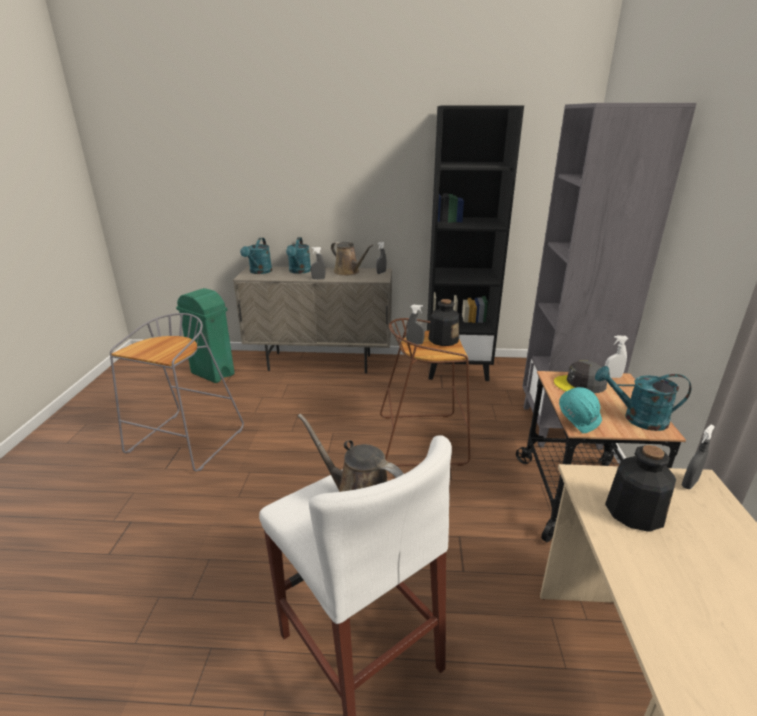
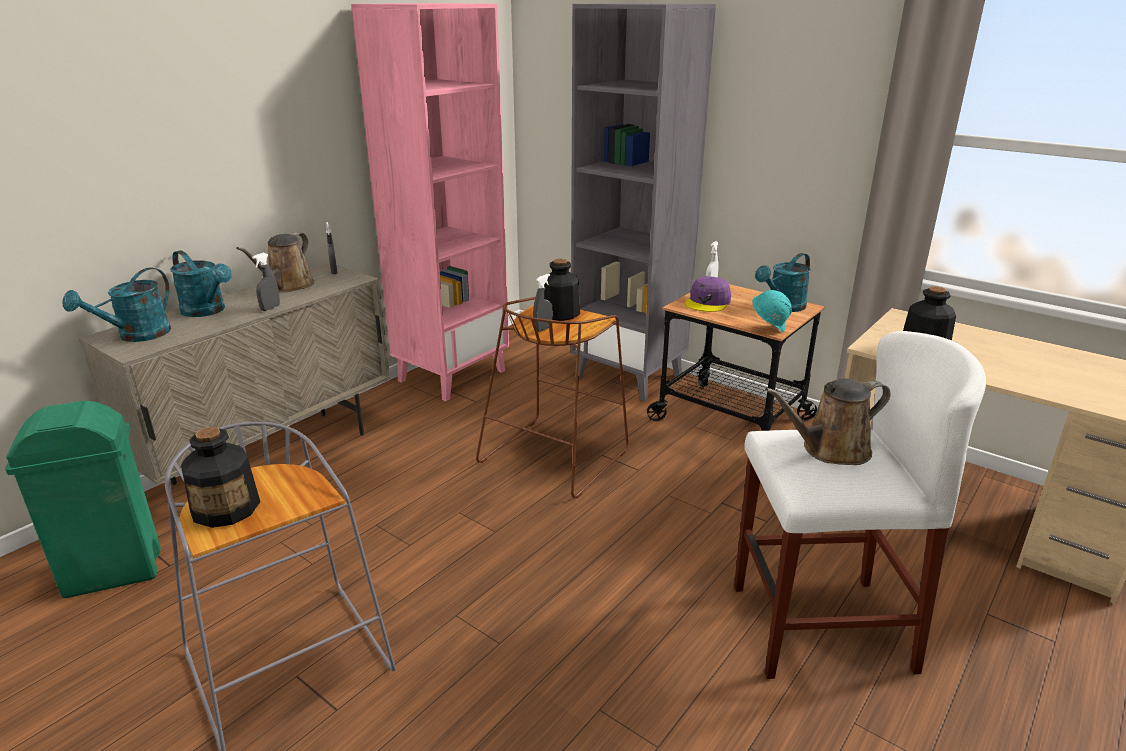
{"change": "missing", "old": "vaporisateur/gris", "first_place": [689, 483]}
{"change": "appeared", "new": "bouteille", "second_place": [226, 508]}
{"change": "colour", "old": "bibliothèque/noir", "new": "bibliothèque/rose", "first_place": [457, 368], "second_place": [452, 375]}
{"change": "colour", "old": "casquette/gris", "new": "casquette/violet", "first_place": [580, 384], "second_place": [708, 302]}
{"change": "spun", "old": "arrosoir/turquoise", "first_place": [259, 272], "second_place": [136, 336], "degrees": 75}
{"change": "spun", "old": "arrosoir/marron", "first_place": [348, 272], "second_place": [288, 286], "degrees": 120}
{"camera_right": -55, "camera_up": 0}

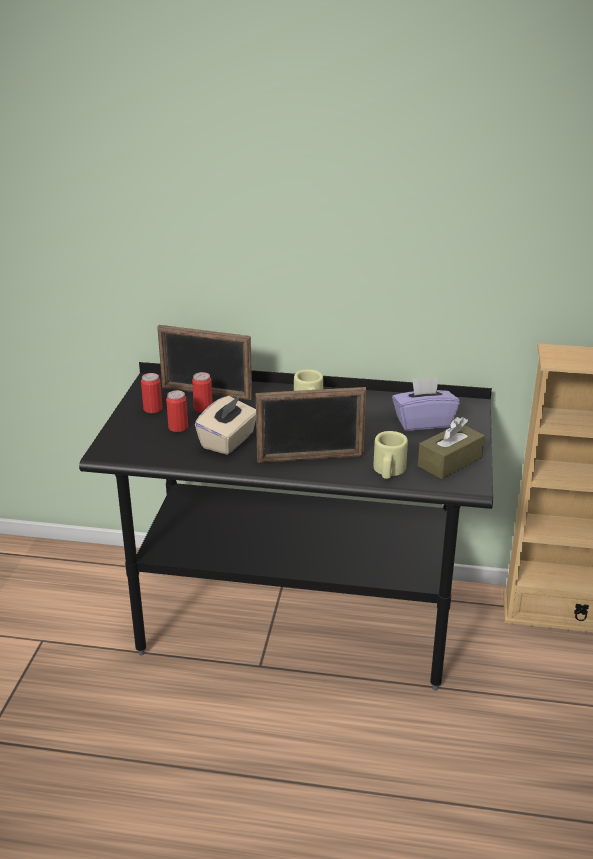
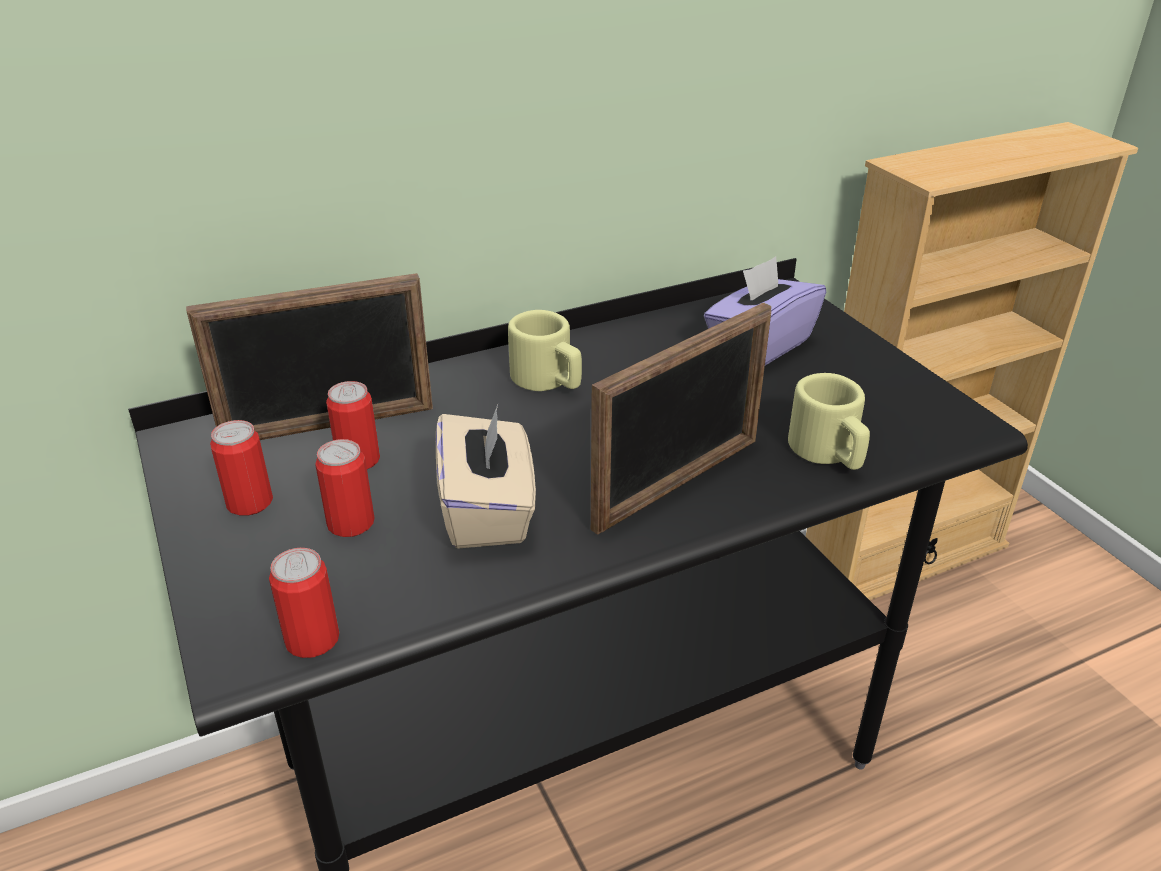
{"change": "missing", "old": "boîte à mouchoirs/marron", "first_place": [450, 462]}
{"change": "appeared", "new": "boîte métallique", "second_place": [312, 640]}
{"camera_right": -35, "camera_up": 5}

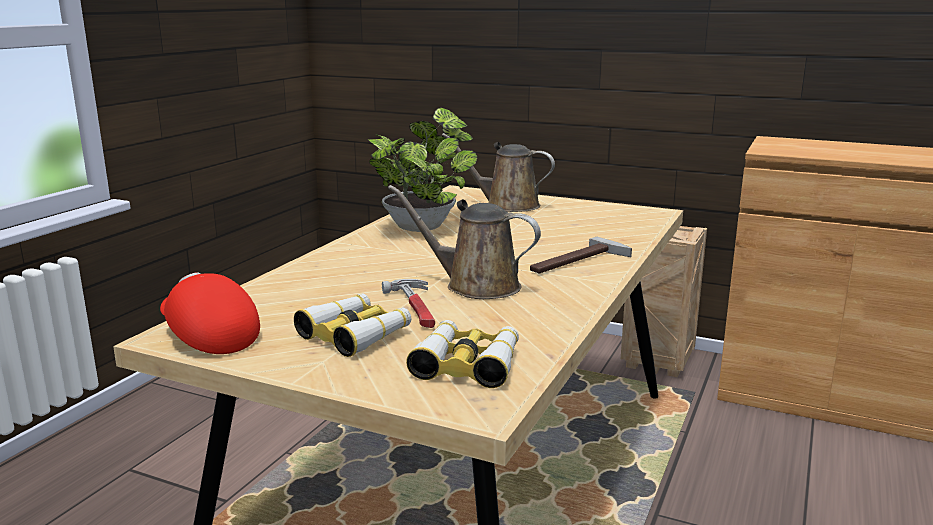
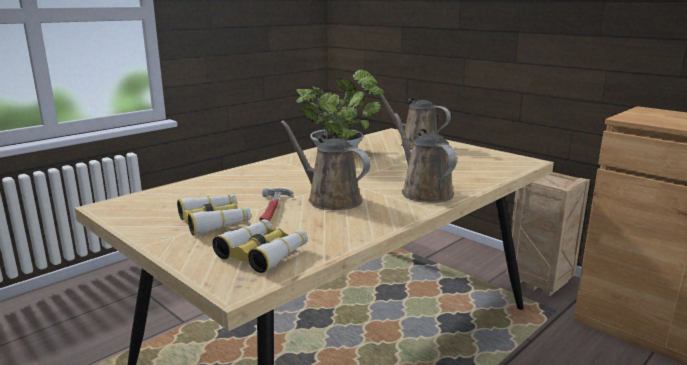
{"change": "missing", "old": "casquette/rouge", "first_place": [208, 336]}
{"change": "exchanged", "old": "marteau", "new": "arrosoir/marron", "first_place": [578, 262], "second_place": [424, 192]}
{"camera_right": 20, "camera_up": 0}

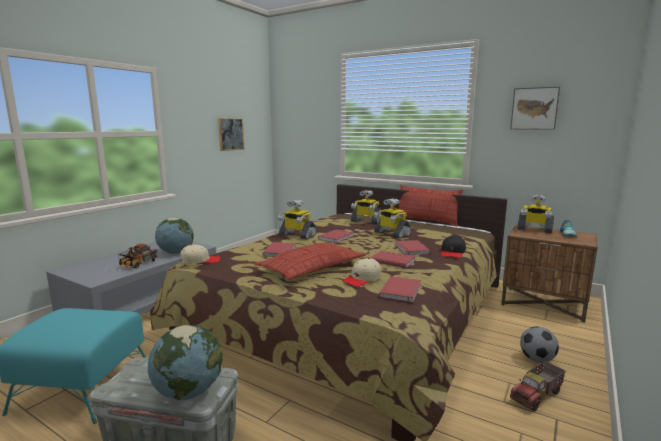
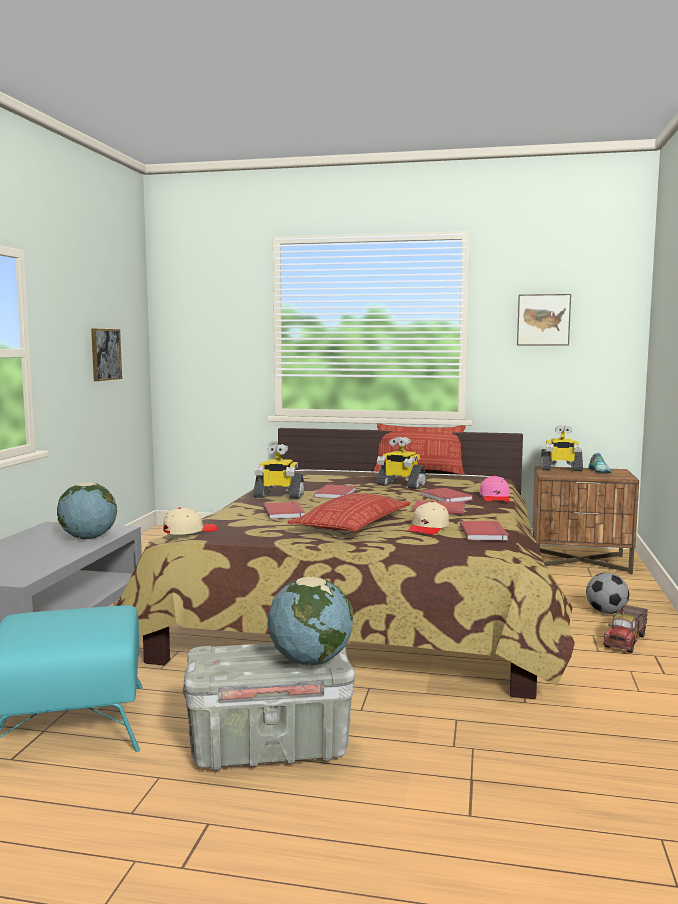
{"change": "missing", "old": "camion jouet", "first_place": [137, 264]}
{"change": "missing", "old": "robot jouet", "first_place": [366, 221]}
{"change": "colour", "old": "casquette/noir", "new": "casquette/rose", "first_place": [452, 252], "second_place": [495, 497]}
{"camera_right": -20, "camera_up": -5}

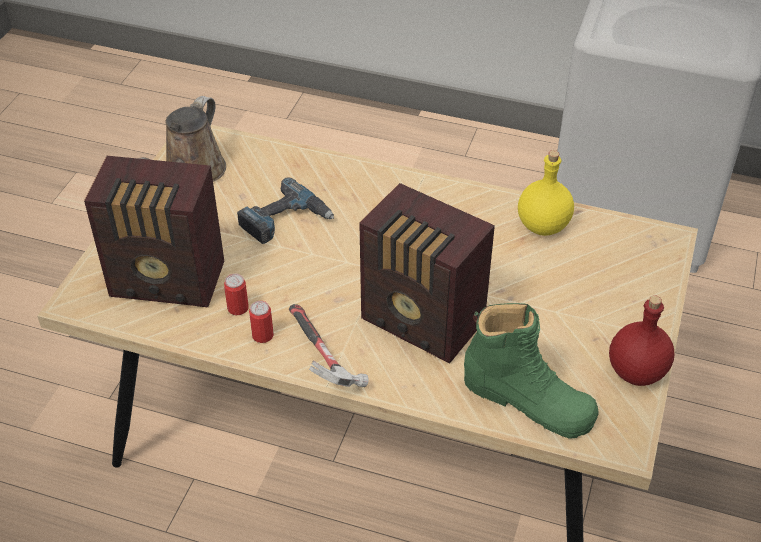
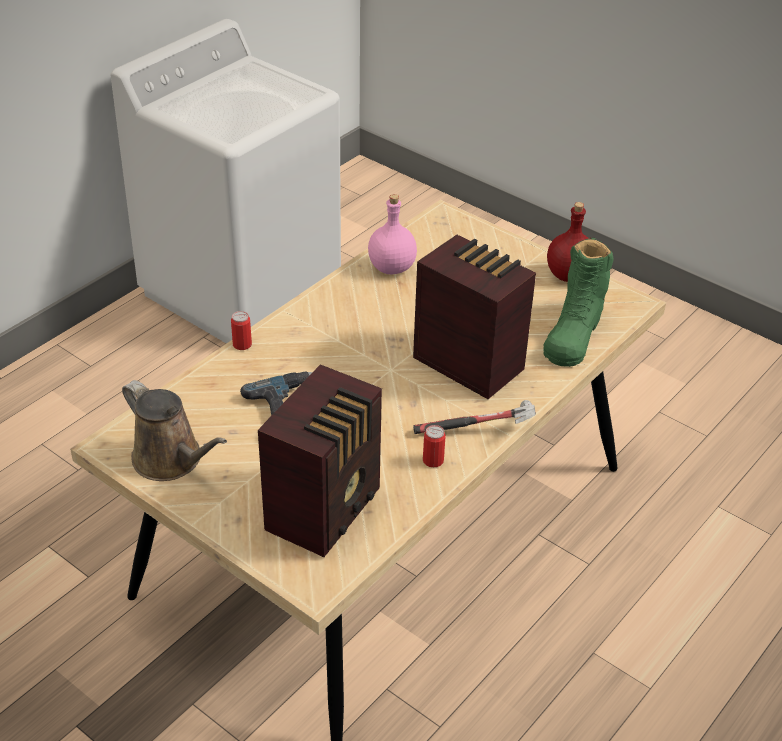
{"change": "relocated", "old": "boîte métallique", "first_place": [238, 308], "second_place": [242, 344]}
{"change": "colour", "old": "bouteille/jaune", "new": "bouteille/rose", "first_place": [543, 226], "second_place": [392, 268]}
{"change": "spun", "old": "radio", "first_place": [423, 323], "second_place": [468, 362], "degrees": -105}
{"change": "spun", "old": "botte/vert", "first_place": [528, 400], "second_place": [574, 333], "degrees": 150}
{"camera_right": -70, "camera_up": -5}

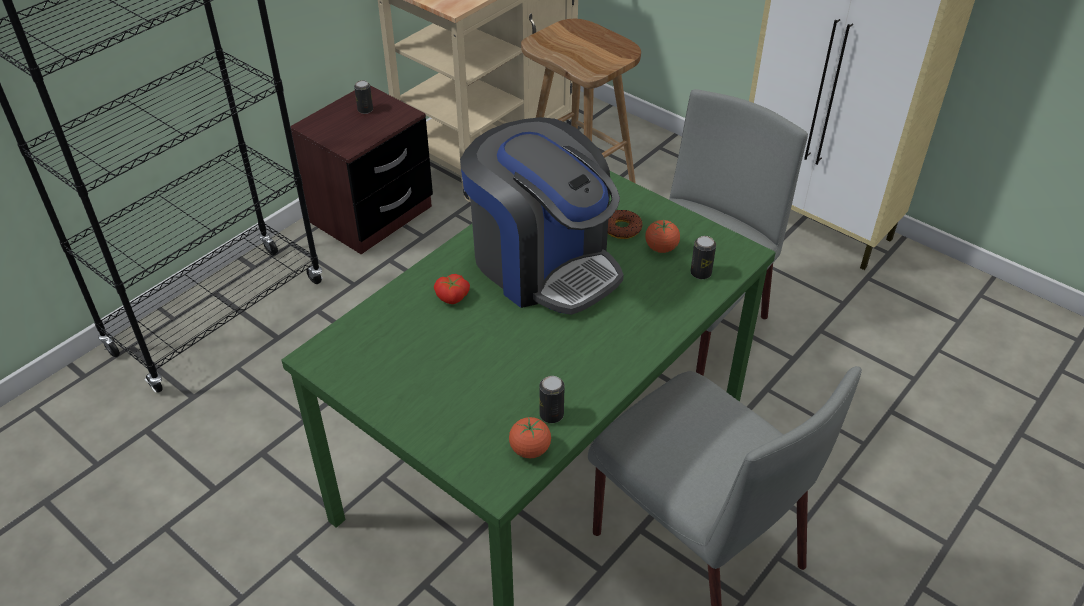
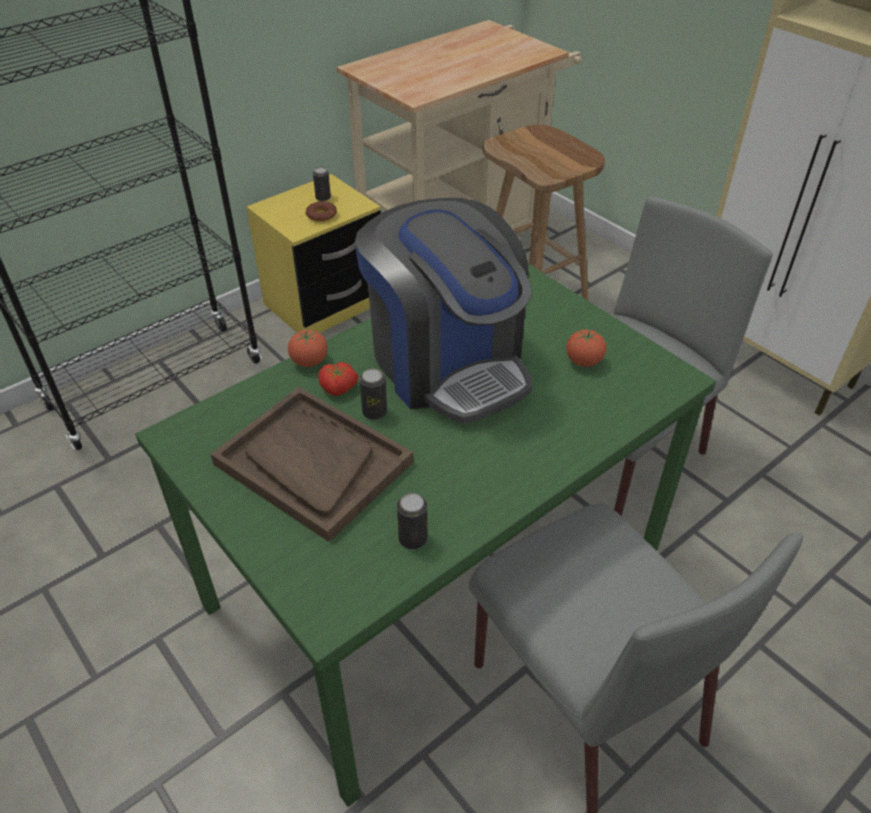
{"change": "appeared", "new": "plateau/marron", "second_place": [312, 463]}
{"change": "relocated", "old": "tomate", "first_place": [530, 449], "second_place": [309, 362]}
{"change": "relocated", "old": "beignet", "first_place": [621, 228], "second_place": [321, 215]}
{"change": "relocated", "old": "boîte métallique", "first_place": [700, 273], "second_place": [374, 412]}
{"change": "colour", "old": "table de chevet/marron", "new": "table de chevet/jaune", "first_place": [371, 215], "second_place": [324, 303]}
{"camera_right": 10, "camera_up": 0}

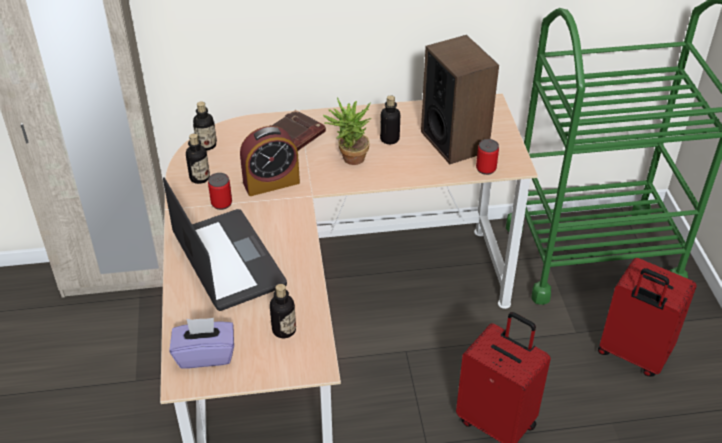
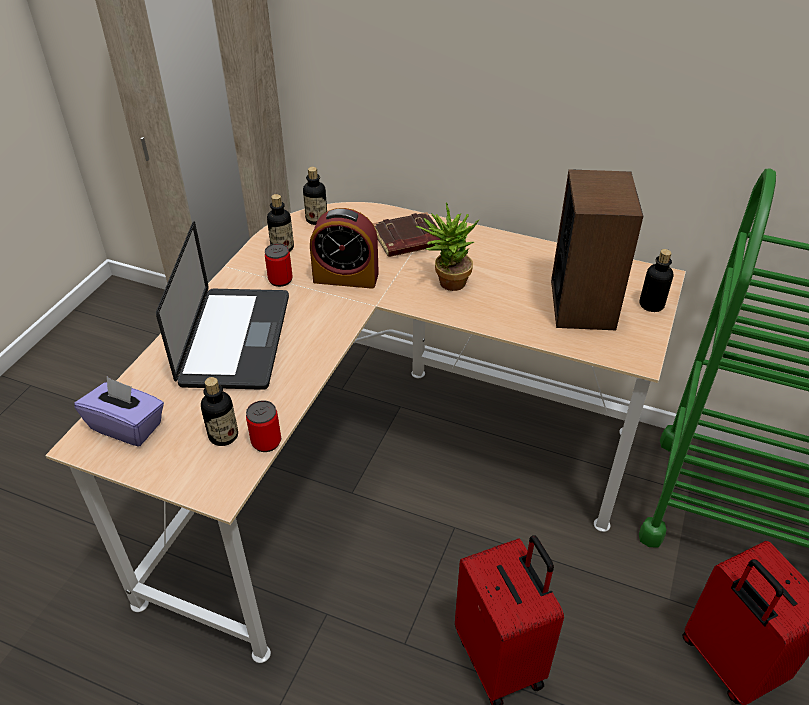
{"change": "relocated", "old": "bouteille", "first_place": [389, 139], "second_place": [651, 305]}
{"change": "relocated", "old": "boîte métallique", "first_place": [486, 168], "second_place": [266, 442]}
{"camera_right": 30, "camera_up": 0}

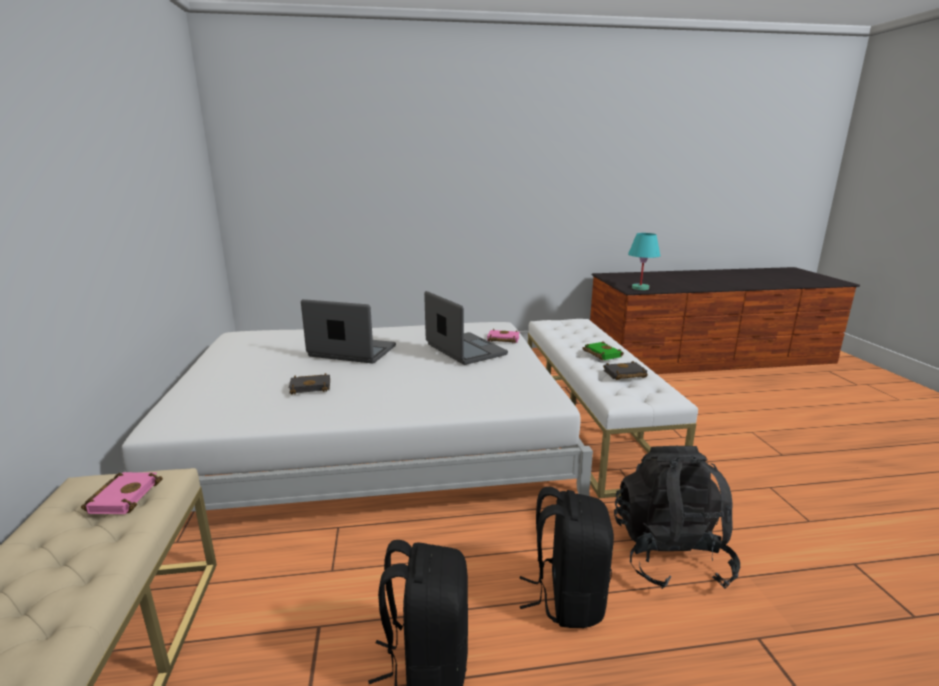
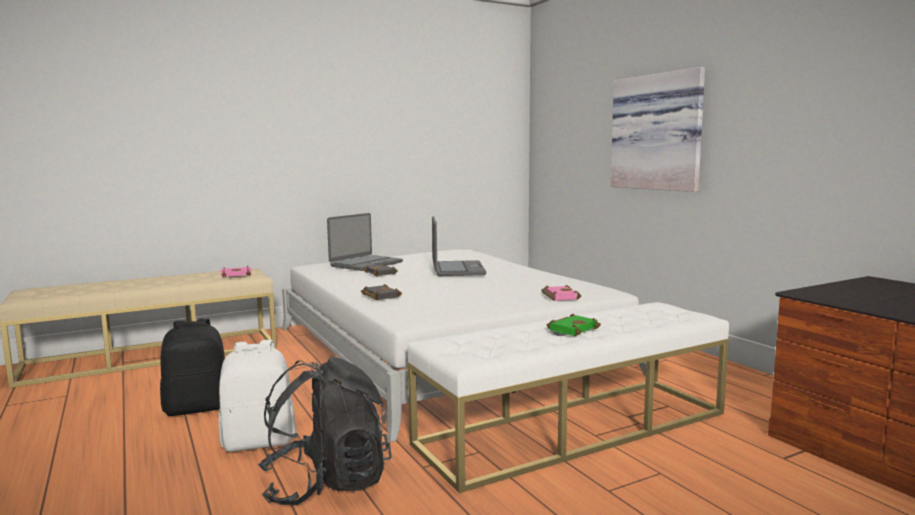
{"change": "missing", "old": "lampe de table/turquoise", "first_place": [640, 288]}
{"change": "appeared", "new": "tableau", "second_place": [658, 132]}
{"change": "relocated", "old": "ordinateur portable", "first_place": [465, 350], "second_place": [365, 264]}
{"change": "relocated", "old": "livre/noir", "first_place": [624, 374], "second_place": [379, 296]}
{"change": "colour", "old": "sac à dos/noir", "new": "sac à dos/blanc", "first_place": [567, 598], "second_place": [259, 442]}
{"camera_right": 70, "camera_up": -10}

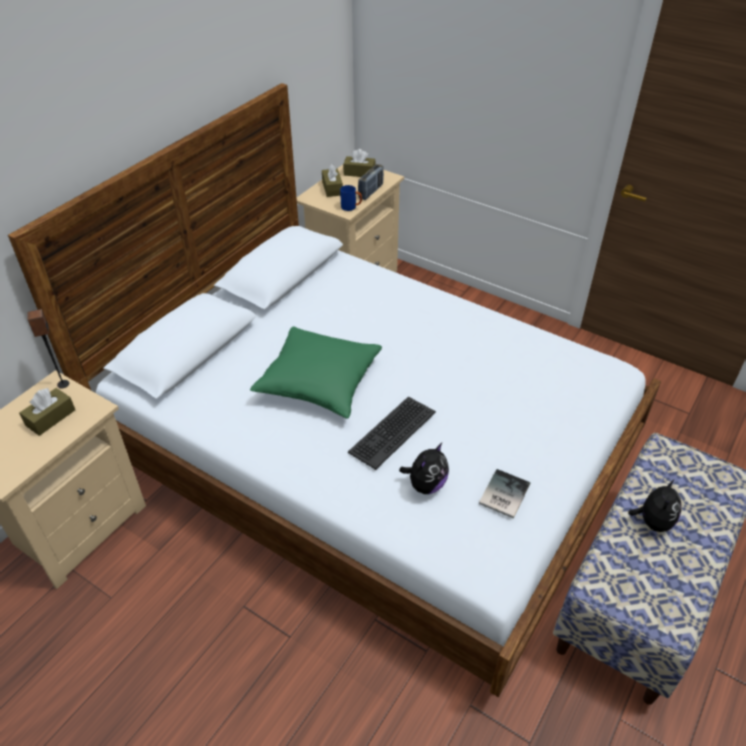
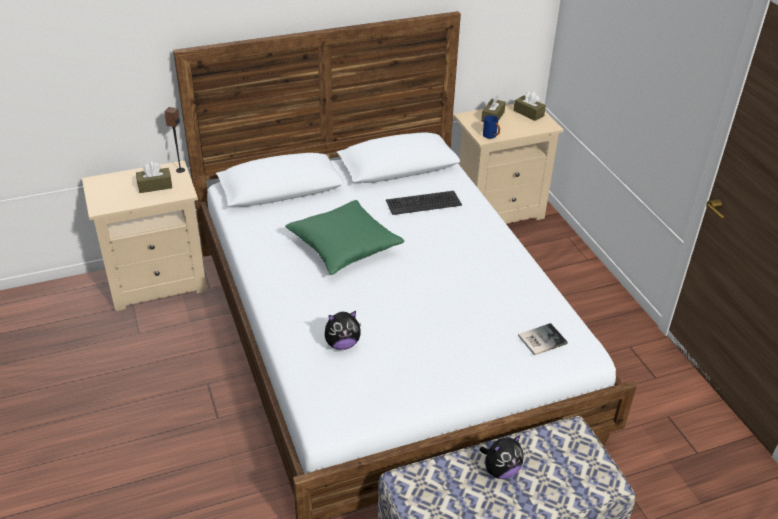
{"change": "missing", "old": "radio", "first_place": [371, 192]}
{"change": "relocated", "old": "clavier", "first_place": [392, 432], "second_place": [423, 203]}
{"change": "relocated", "old": "livre", "first_place": [502, 494], "second_place": [540, 339]}
{"camera_right": 35, "camera_up": -5}

